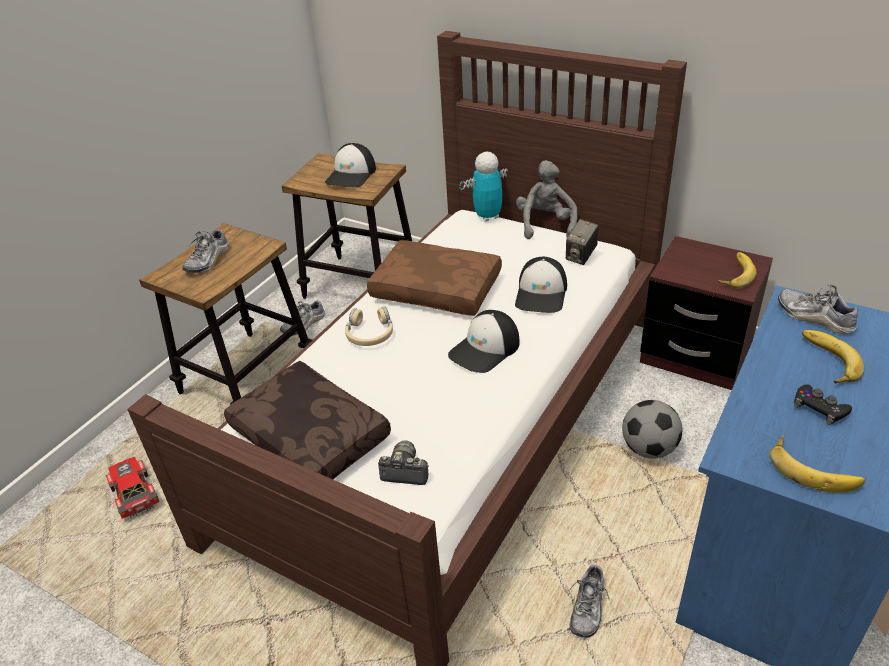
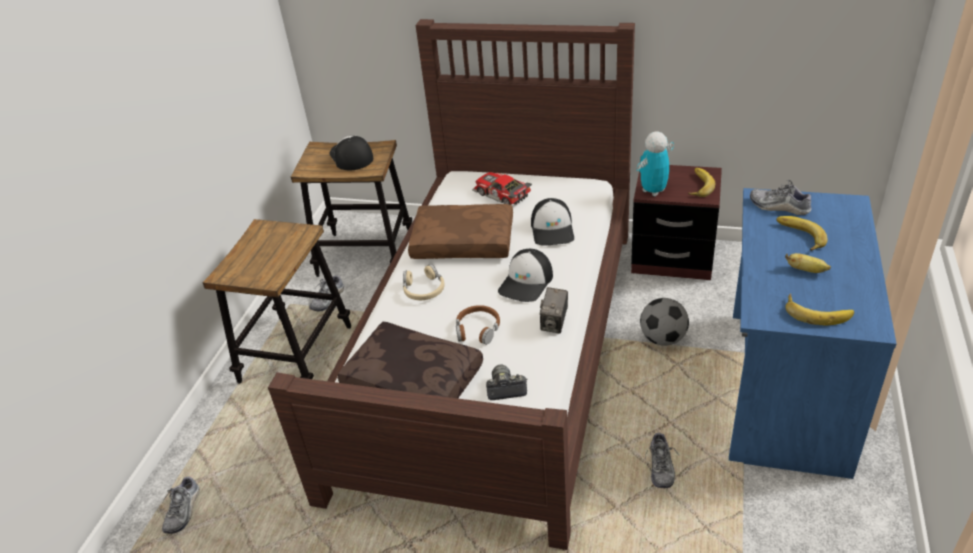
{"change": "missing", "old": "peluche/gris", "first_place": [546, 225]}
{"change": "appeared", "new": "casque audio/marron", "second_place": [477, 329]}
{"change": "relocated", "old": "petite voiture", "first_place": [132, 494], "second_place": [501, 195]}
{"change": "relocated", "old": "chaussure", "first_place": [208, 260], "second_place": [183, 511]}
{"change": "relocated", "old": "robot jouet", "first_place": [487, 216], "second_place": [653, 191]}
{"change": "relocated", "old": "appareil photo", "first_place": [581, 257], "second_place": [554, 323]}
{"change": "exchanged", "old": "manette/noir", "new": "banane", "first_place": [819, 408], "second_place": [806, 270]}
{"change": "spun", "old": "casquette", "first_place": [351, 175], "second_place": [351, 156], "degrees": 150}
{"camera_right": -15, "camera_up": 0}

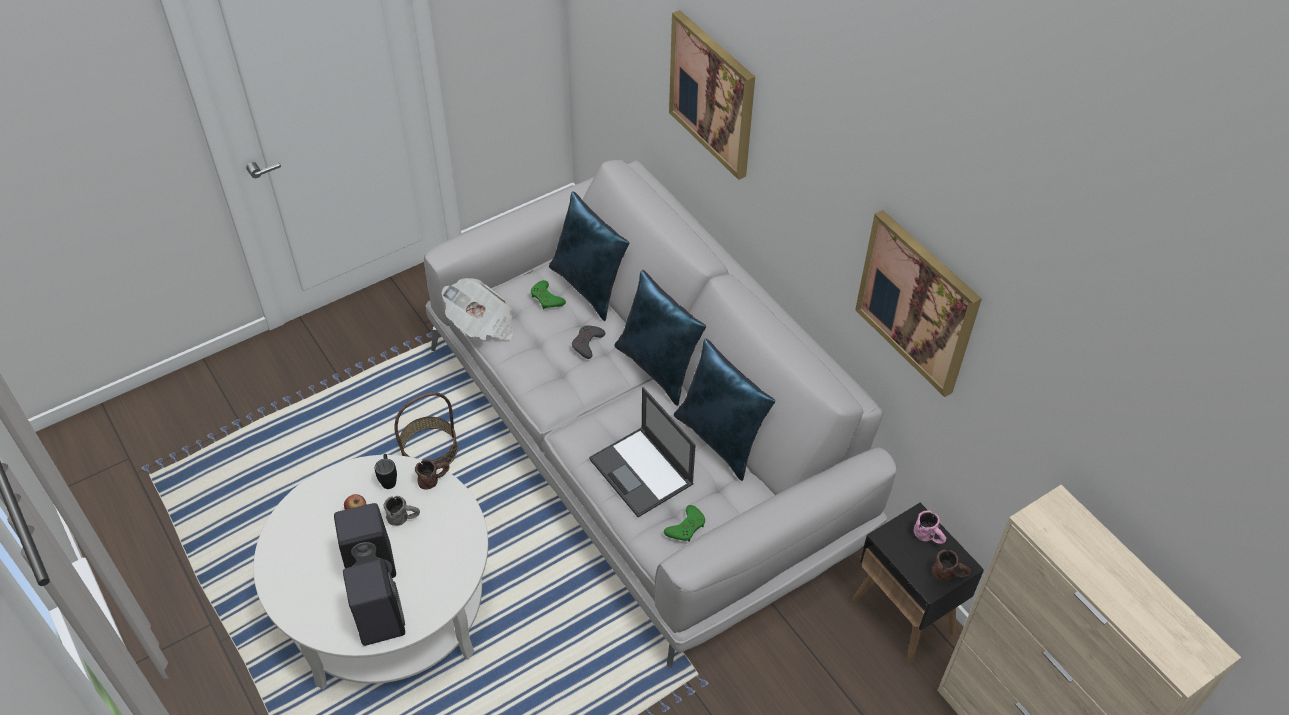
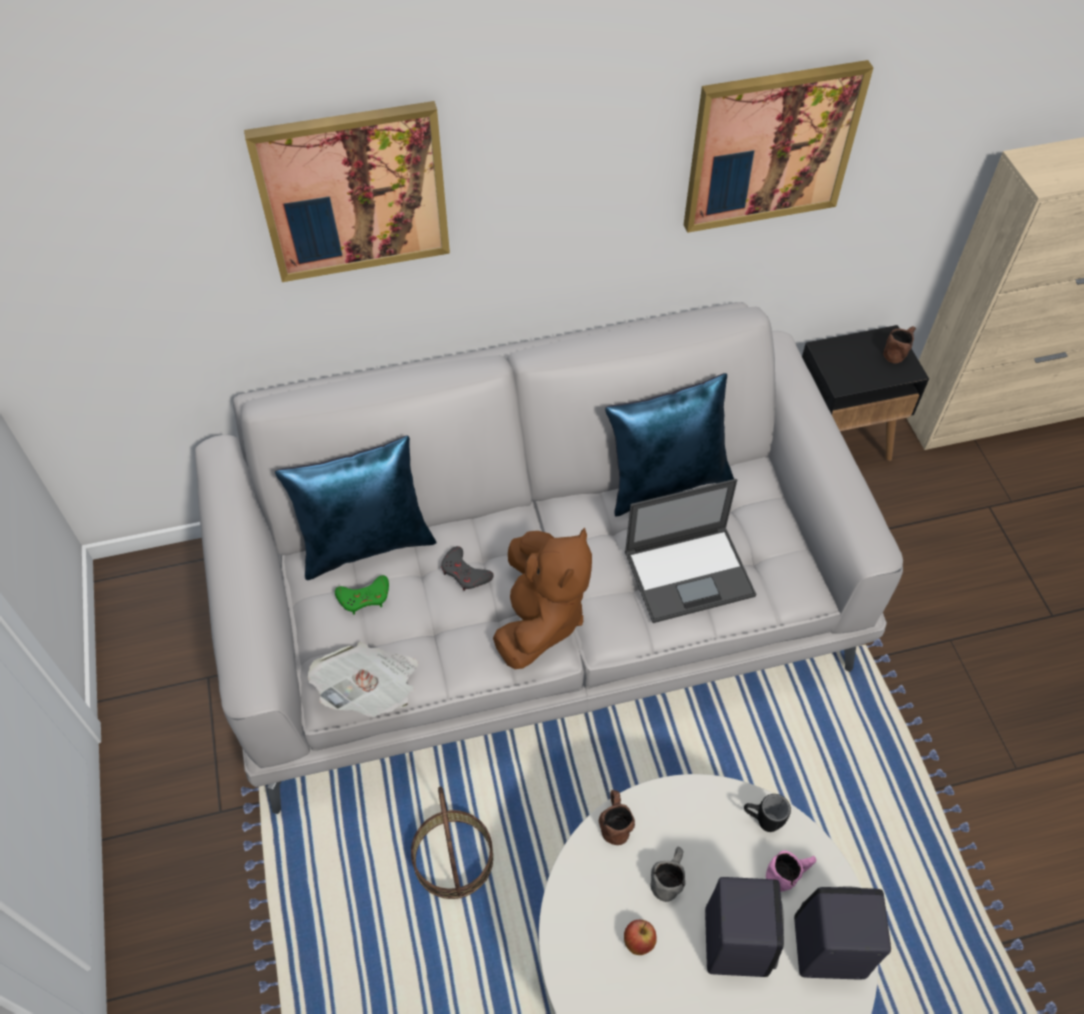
{"change": "missing", "old": "coussin/bleu", "first_place": [659, 367]}
{"change": "missing", "old": "manette/vert", "first_place": [686, 527]}
{"change": "appeared", "new": "peluche/marron", "second_place": [540, 618]}
{"change": "relocated", "old": "mug/noir", "first_place": [388, 479], "second_place": [761, 821]}
{"change": "relocated", "old": "mug/rose", "first_place": [929, 537], "second_place": [788, 874]}
{"camera_right": -70, "camera_up": 5}

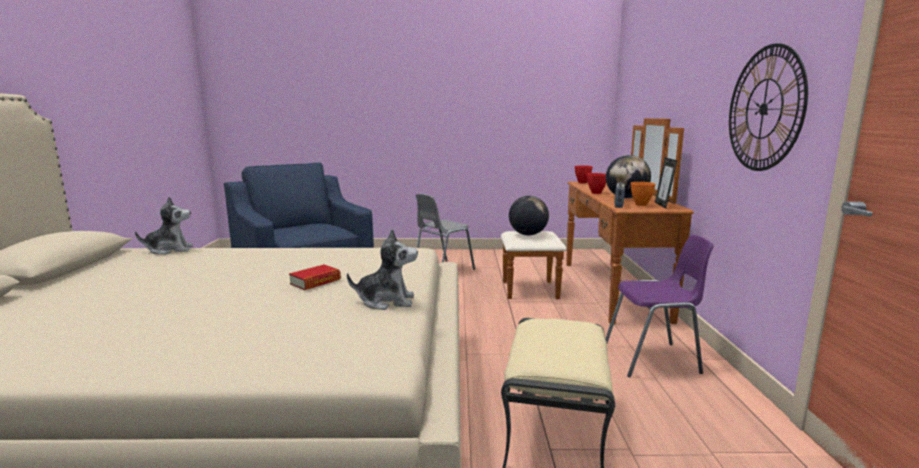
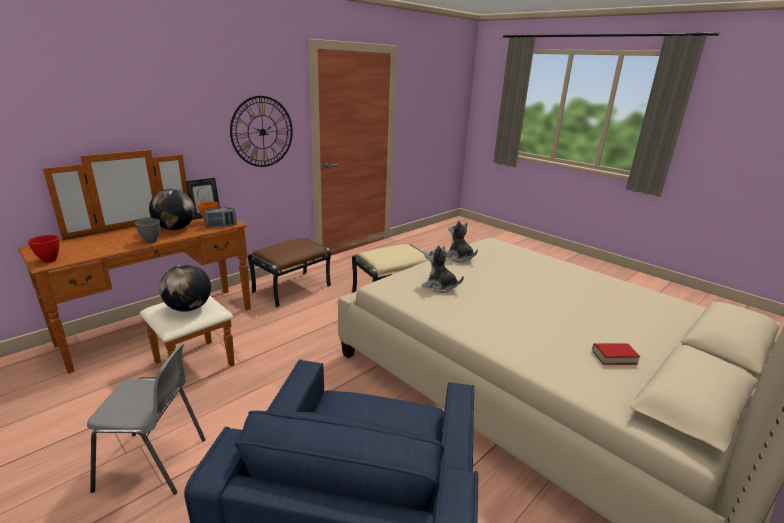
{"change": "relocated", "old": "peluche", "first_place": [169, 250], "second_place": [439, 287]}
{"change": "relocated", "old": "livre", "first_place": [315, 282], "second_place": [614, 357]}
{"change": "exchanged", "old": "chaise/violet", "new": "pouf/marron", "first_place": [653, 359], "second_place": [292, 288]}
{"change": "colour", "old": "bol/rouge", "new": "bol/gris", "first_place": [596, 193], "second_place": [151, 241]}
{"camera_right": -135, "camera_up": 10}

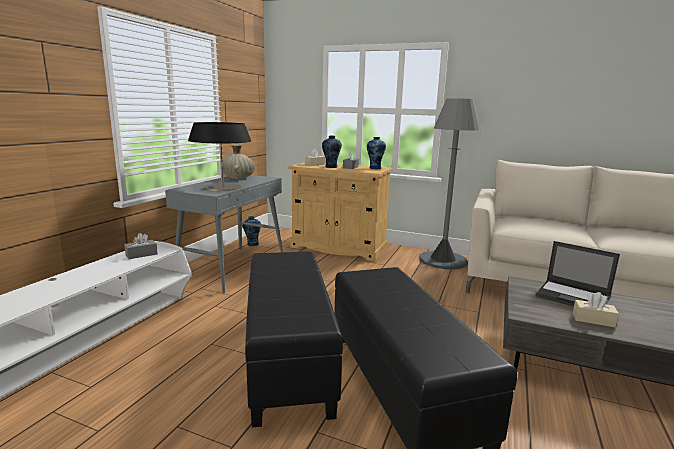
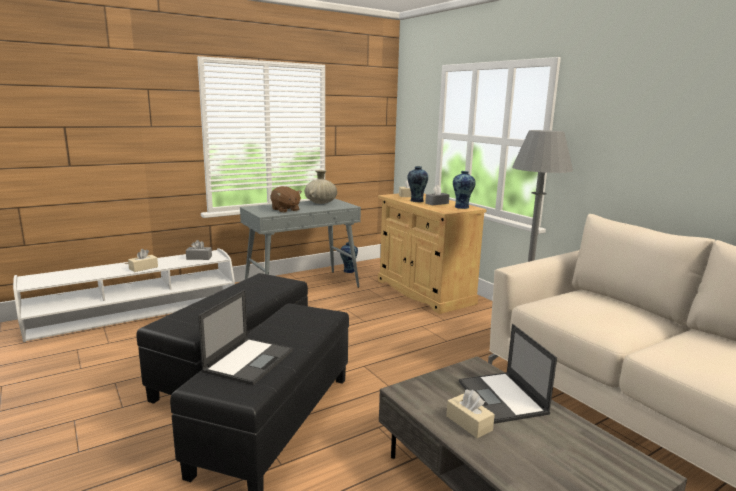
{"change": "appeared", "new": "boîte à mouchoirs/beige", "second_place": [143, 268]}
{"change": "appeared", "new": "ordinateur portable", "second_place": [249, 360]}
{"change": "exchanged", "old": "lampe de table", "new": "peluche/marron", "first_place": [222, 187], "second_place": [285, 210]}
{"camera_right": 35, "camera_up": 0}

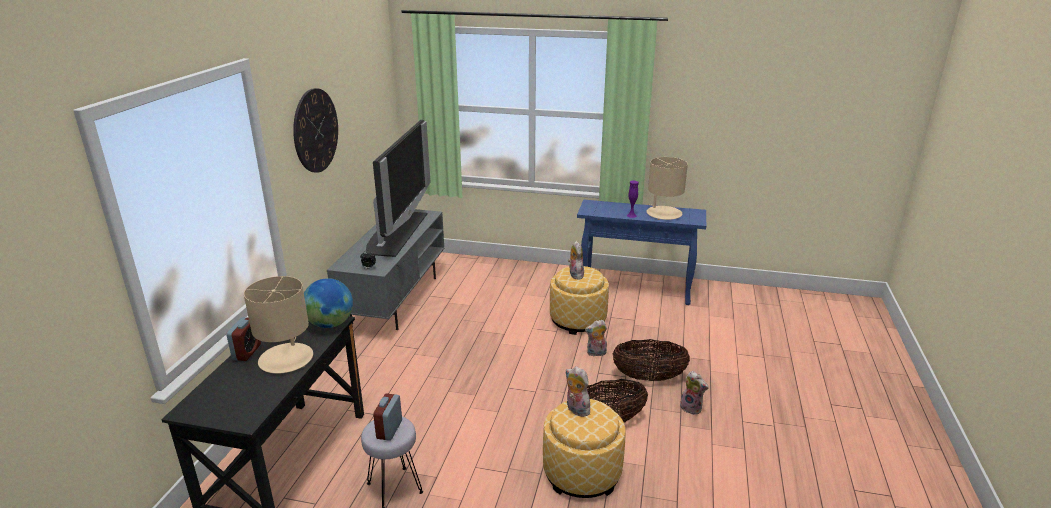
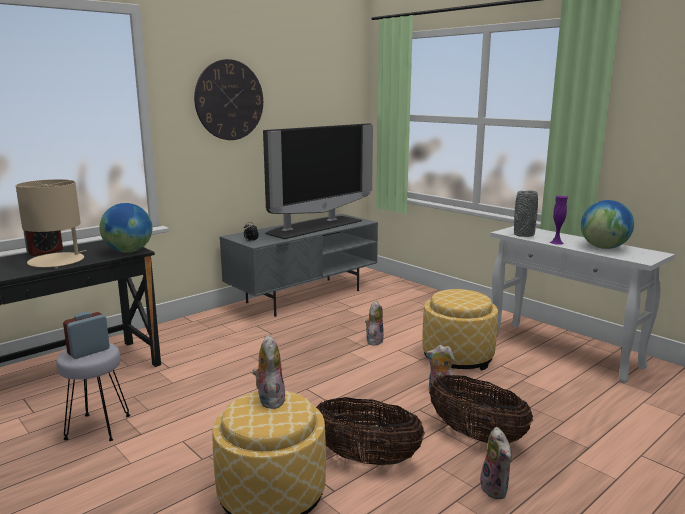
{"change": "appeared", "new": "vase/gris", "second_place": [524, 235]}
{"change": "relocated", "old": "peluche", "first_place": [575, 275], "second_place": [374, 340]}
{"change": "exchanged", "old": "lampe de table/beige", "new": "globe", "first_place": [663, 213], "second_place": [604, 247]}
{"change": "colour", "old": "table console/bleu", "new": "table console/blanc", "first_place": [636, 290], "second_place": [565, 351]}
{"camera_right": 35, "camera_up": -10}

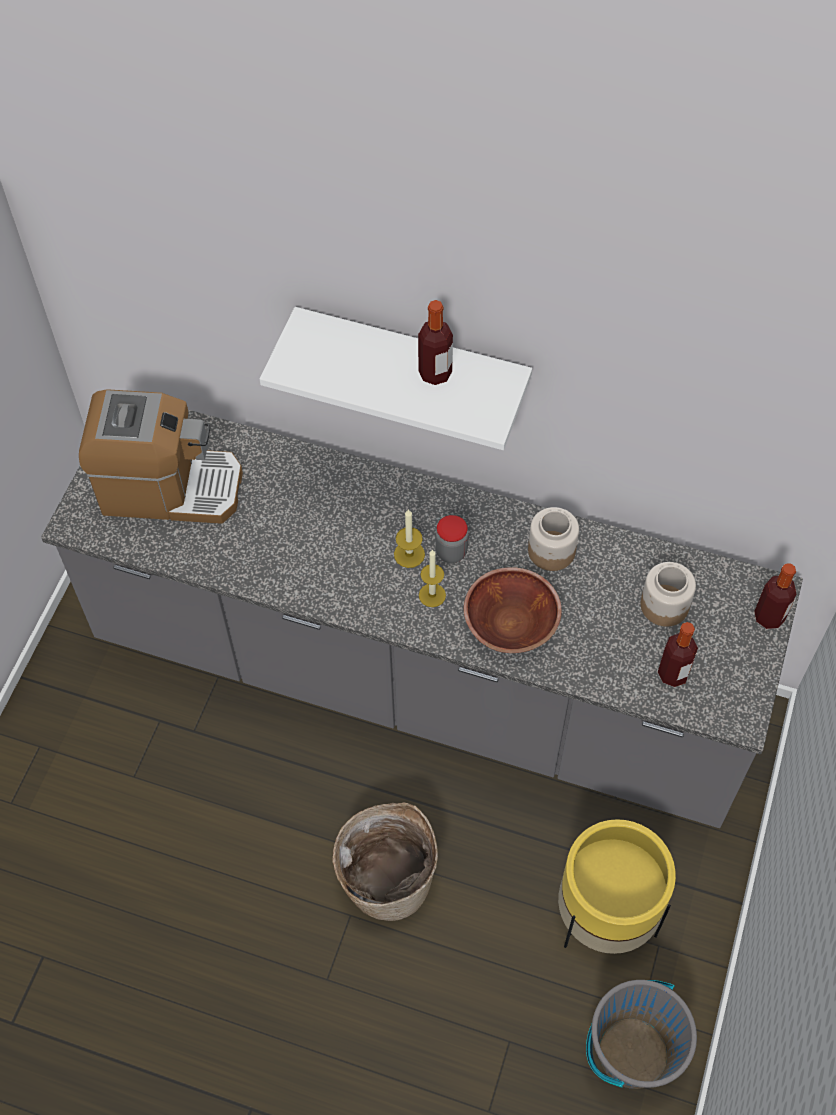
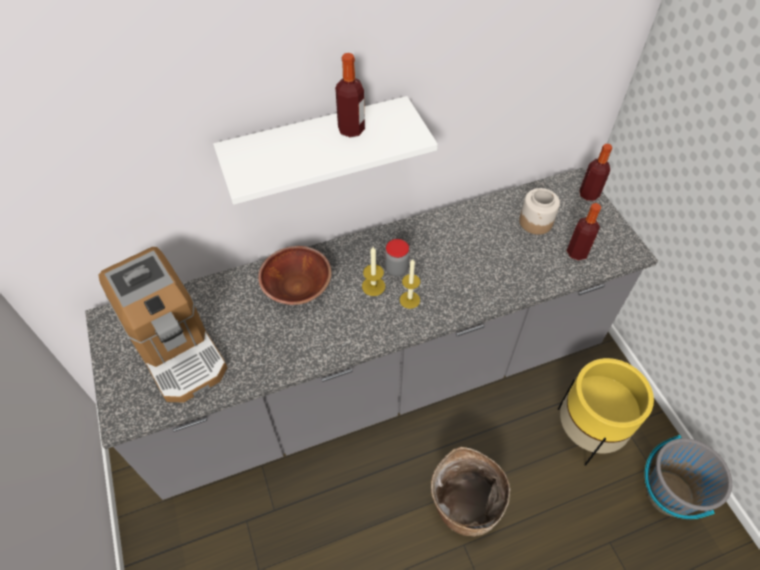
{"change": "missing", "old": "bocal", "first_place": [551, 550]}
{"change": "relocated", "old": "bol/marron", "first_place": [511, 623], "second_place": [297, 287]}
{"change": "spun", "old": "machine à café", "first_place": [170, 487], "second_place": [176, 348], "degrees": 90}
{"camera_right": -40, "camera_up": -5}

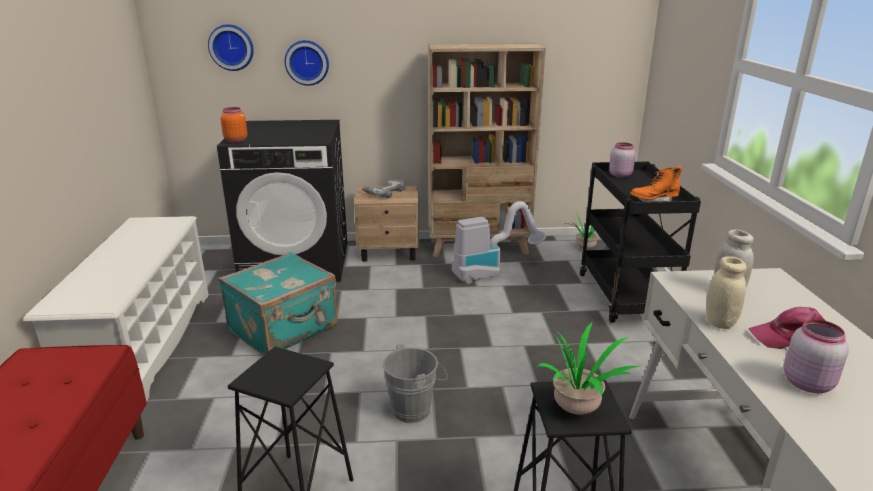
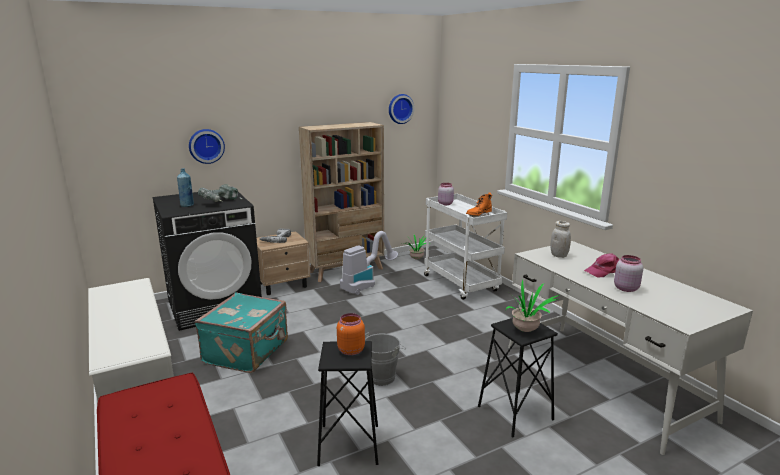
{"change": "missing", "old": "bocal/beige", "first_place": [719, 322]}
{"change": "appeared", "new": "bouteille/bleu", "second_place": [187, 205]}
{"change": "appeared", "new": "perceuse", "second_place": [222, 202]}
{"change": "relocated", "old": "horloge murale", "first_place": [231, 47], "second_place": [400, 108]}
{"change": "relocated", "old": "bocal/orange", "first_place": [235, 140], "second_place": [350, 350]}
{"change": "colour", "old": "chariot/noir", "new": "chariot/blanc", "first_place": [626, 298], "second_place": [461, 284]}
{"camera_right": -25, "camera_up": -5}

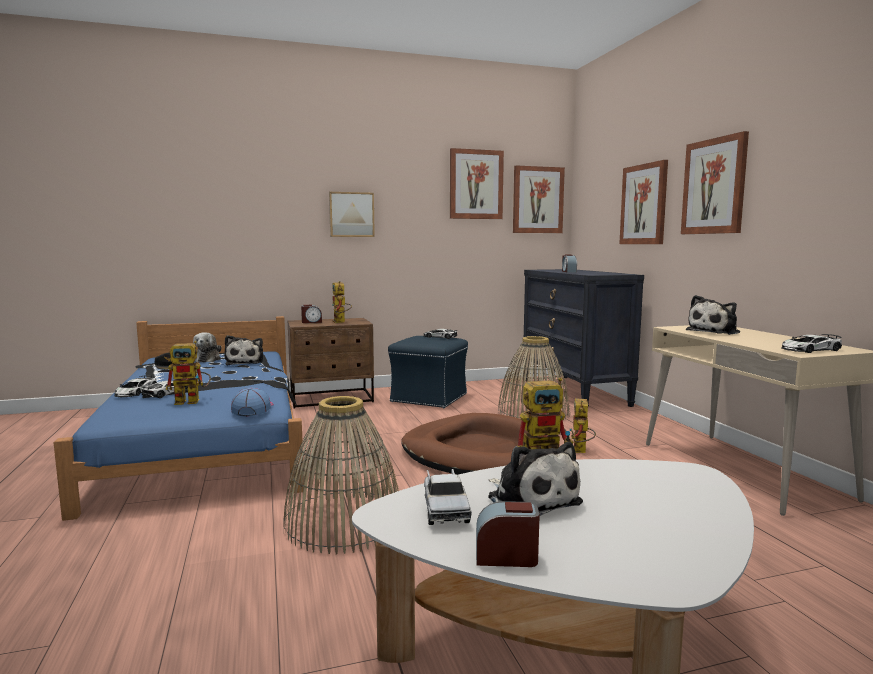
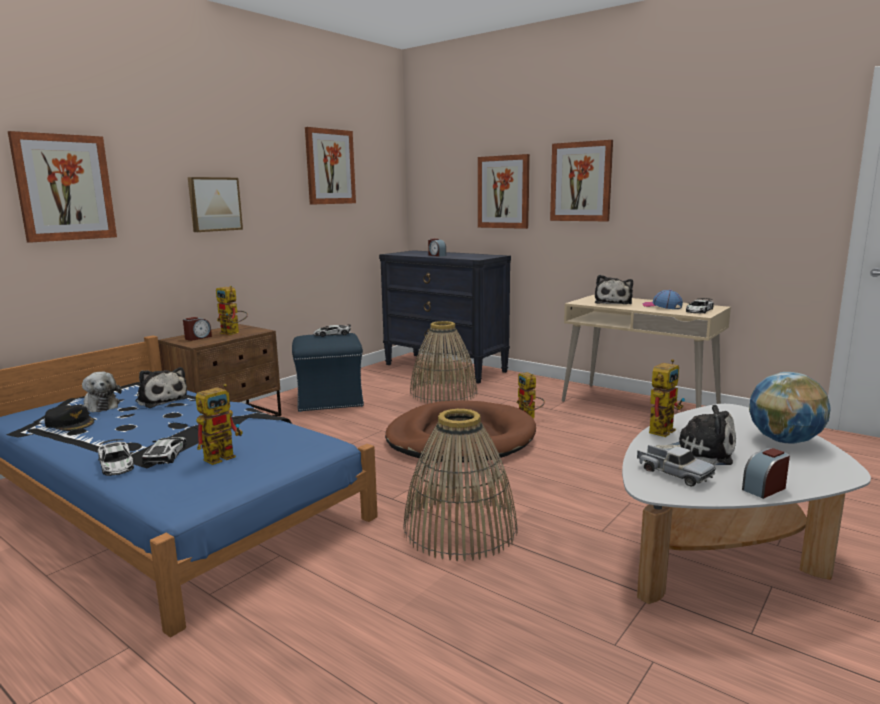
{"change": "appeared", "new": "globe", "second_place": [784, 440]}
{"change": "relocated", "old": "casquette", "first_place": [252, 409], "second_place": [662, 306]}
{"change": "relocated", "old": "tableau", "first_place": [537, 200], "second_place": [64, 188]}
{"camera_right": -35, "camera_up": 5}

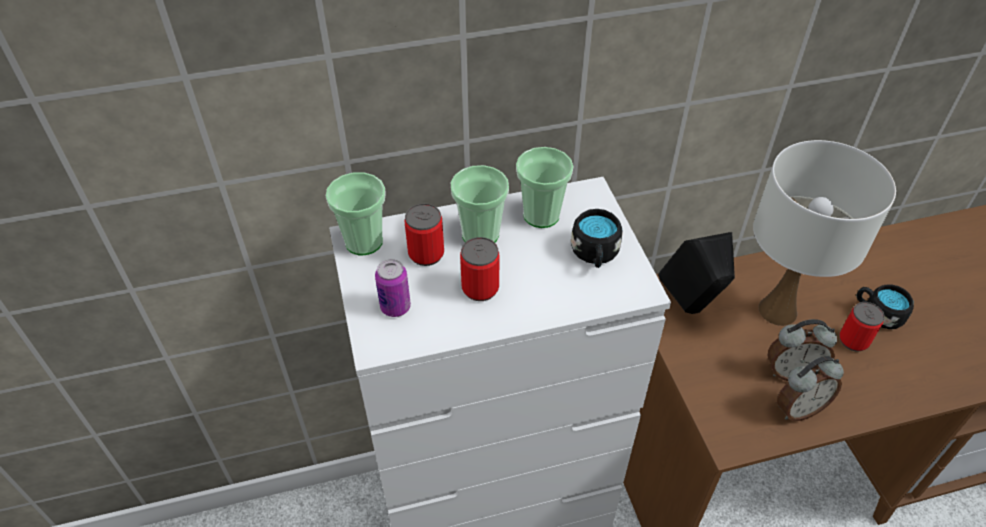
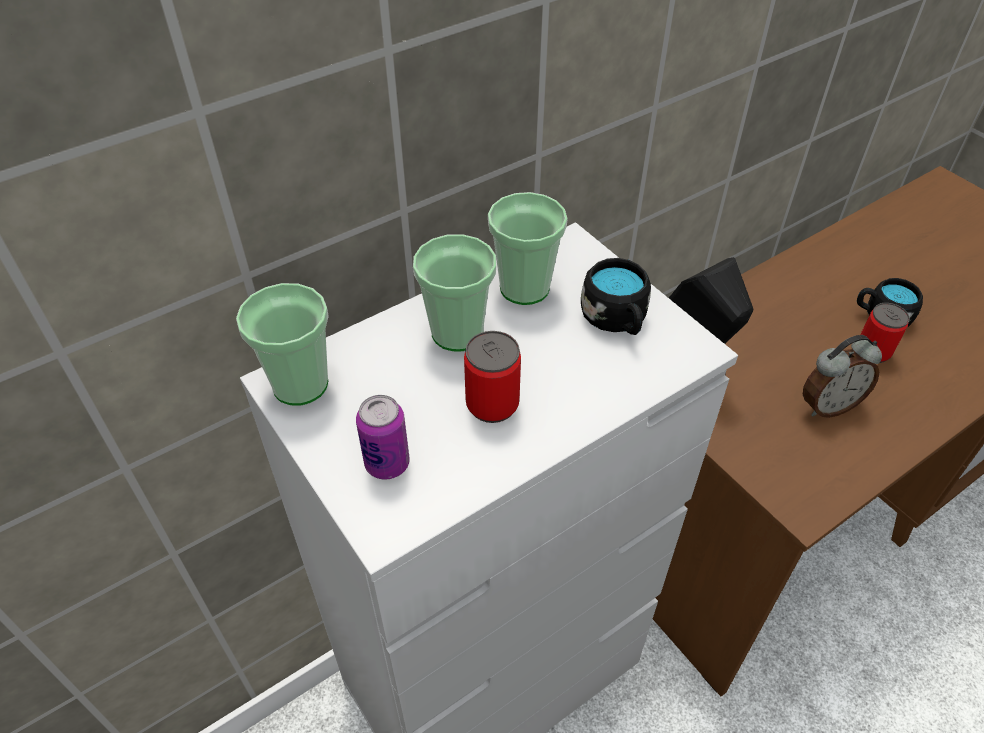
{"change": "missing", "old": "boîte métallique", "first_place": [426, 254]}
{"change": "missing", "old": "lampe de table/blanc", "first_place": [777, 311]}
{"change": "missing", "old": "réveil", "first_place": [798, 408]}
{"camera_right": -20, "camera_up": 0}

